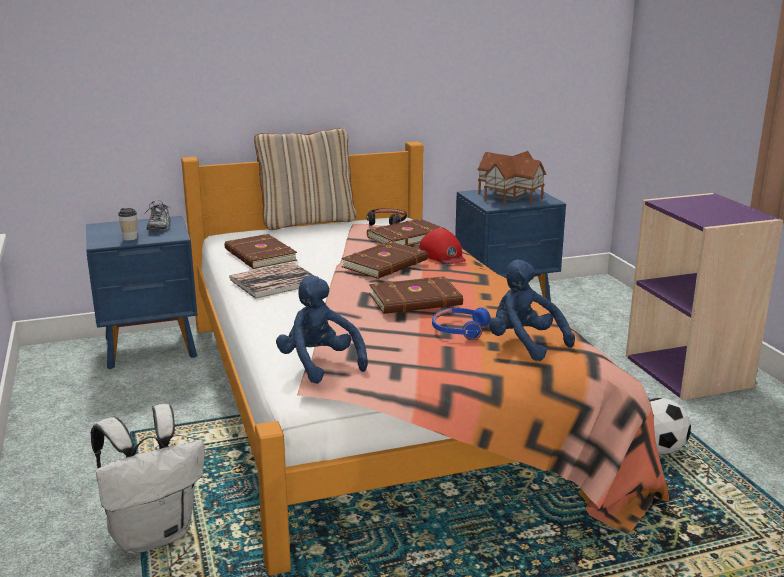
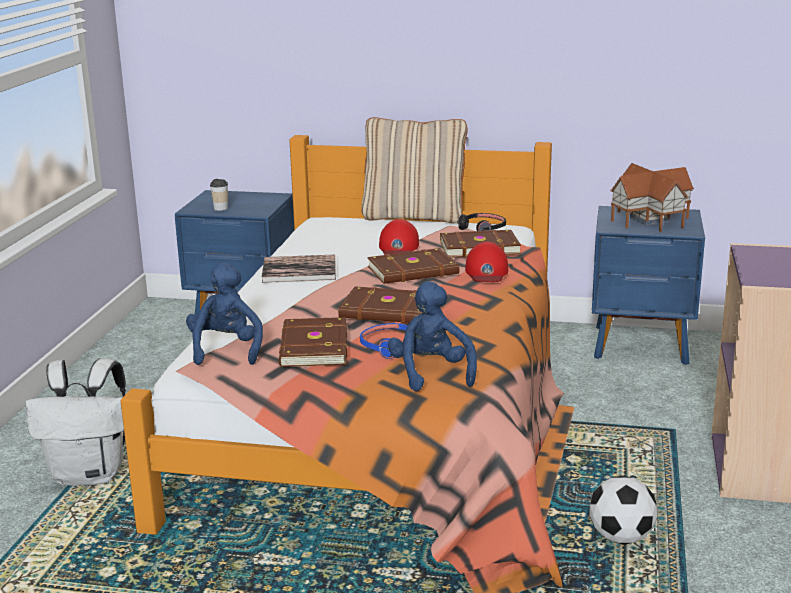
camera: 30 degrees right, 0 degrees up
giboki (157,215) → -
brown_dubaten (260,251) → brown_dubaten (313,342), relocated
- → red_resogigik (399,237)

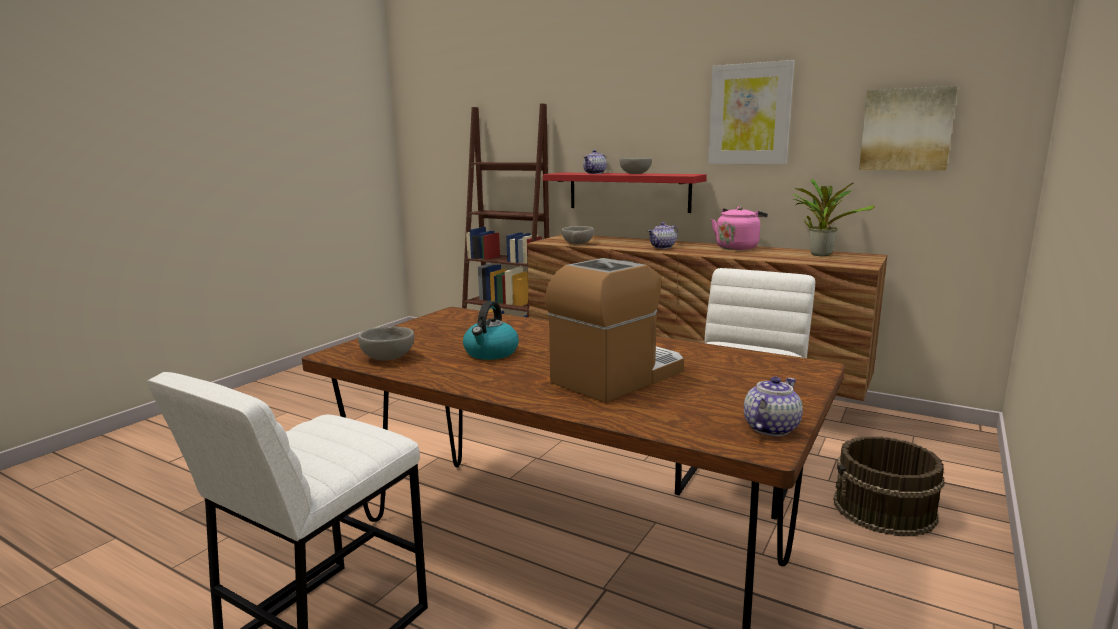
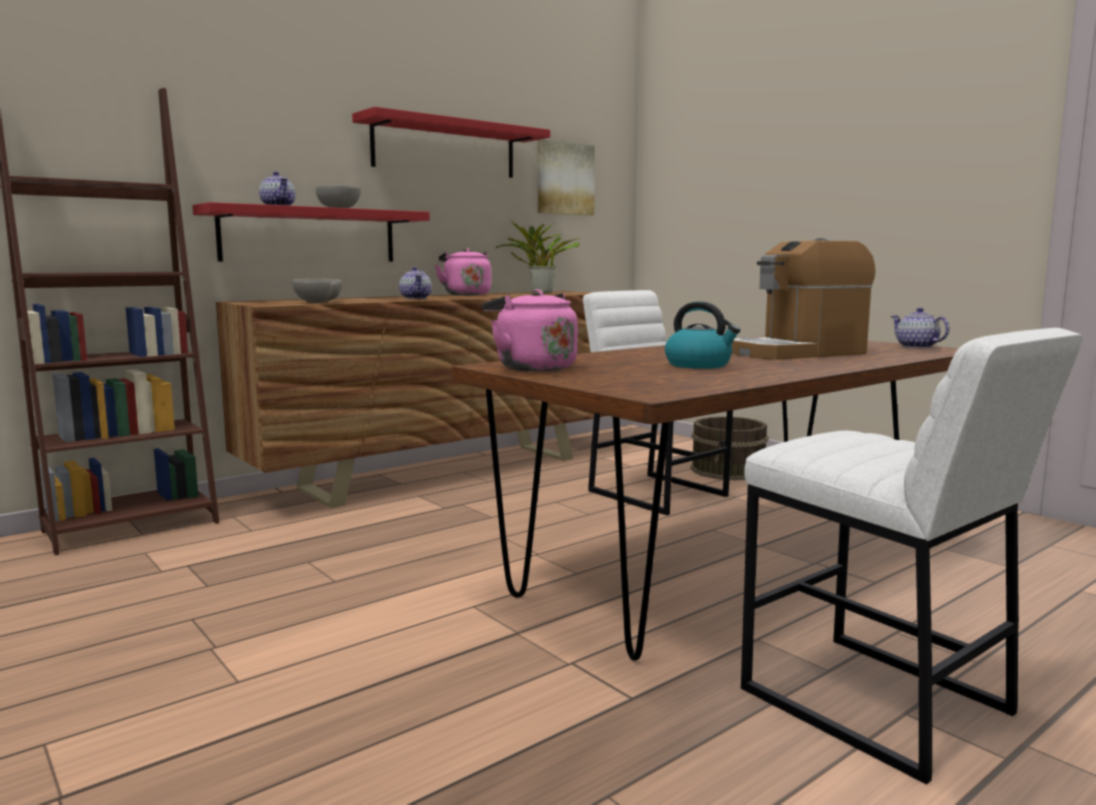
camera: 70 degrees left, 5 degrees down
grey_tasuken (386,343) → -
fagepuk (614,330) → fagepuk (804,299), 90 degrees counterclockwise
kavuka (751,112) → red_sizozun (451,142)
- → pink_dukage (530,330)

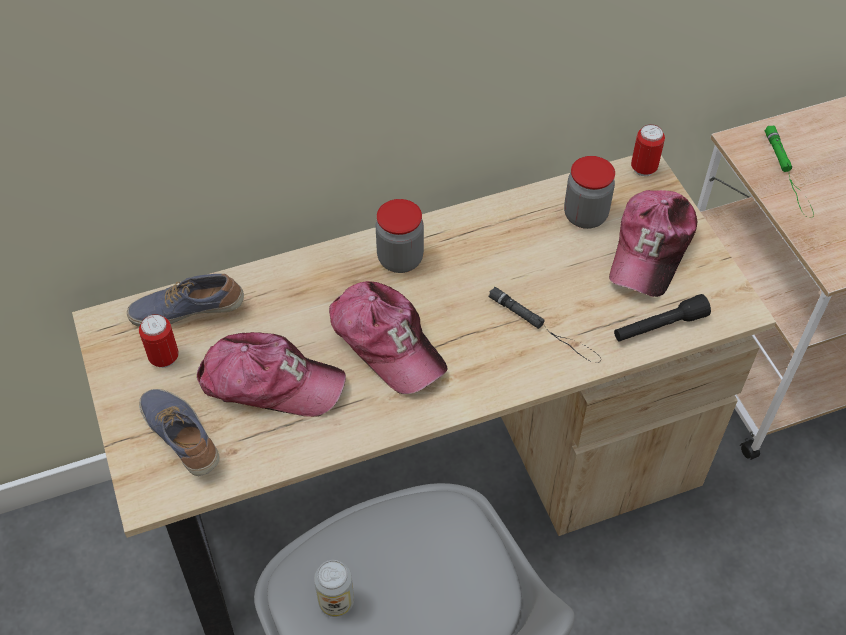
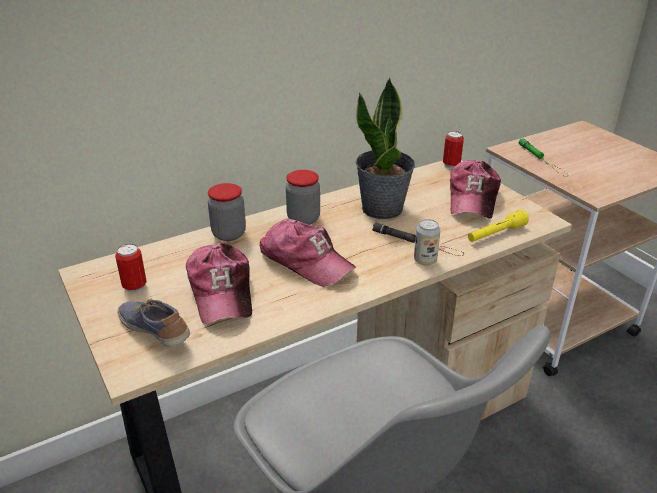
camera: 10 degrees left, 20 degrees down
giboki (185,300) → -
resogigik (271,374) → resogigik (219,283), 75 degrees clockwise
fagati (334,588) → fagati (427,242), relocated
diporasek (589,192) → diporasek (227,212), relocated
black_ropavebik (662,318) → yellow_ropavebik (498,226)
- → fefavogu (385,148)

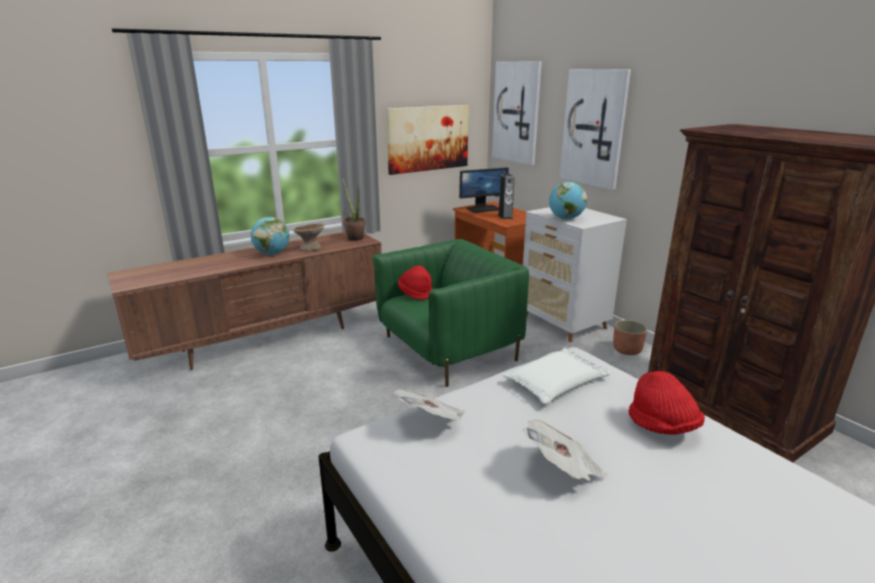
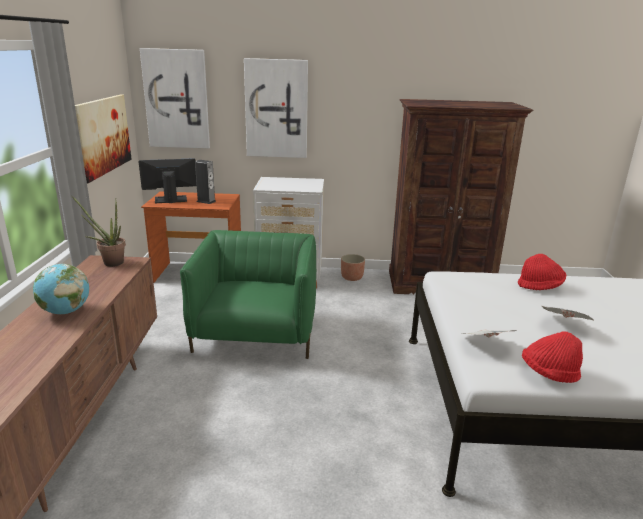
camera: 55 degrees left, 0 degrees up
beige_tasuken (308,237) → -
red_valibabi (415,283) → red_valibabi (552,357), relocated
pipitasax (484,190) → pipitasax (167,180), 120 degrees counterclockwise
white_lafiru (557,376) → -
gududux (568,201) → -

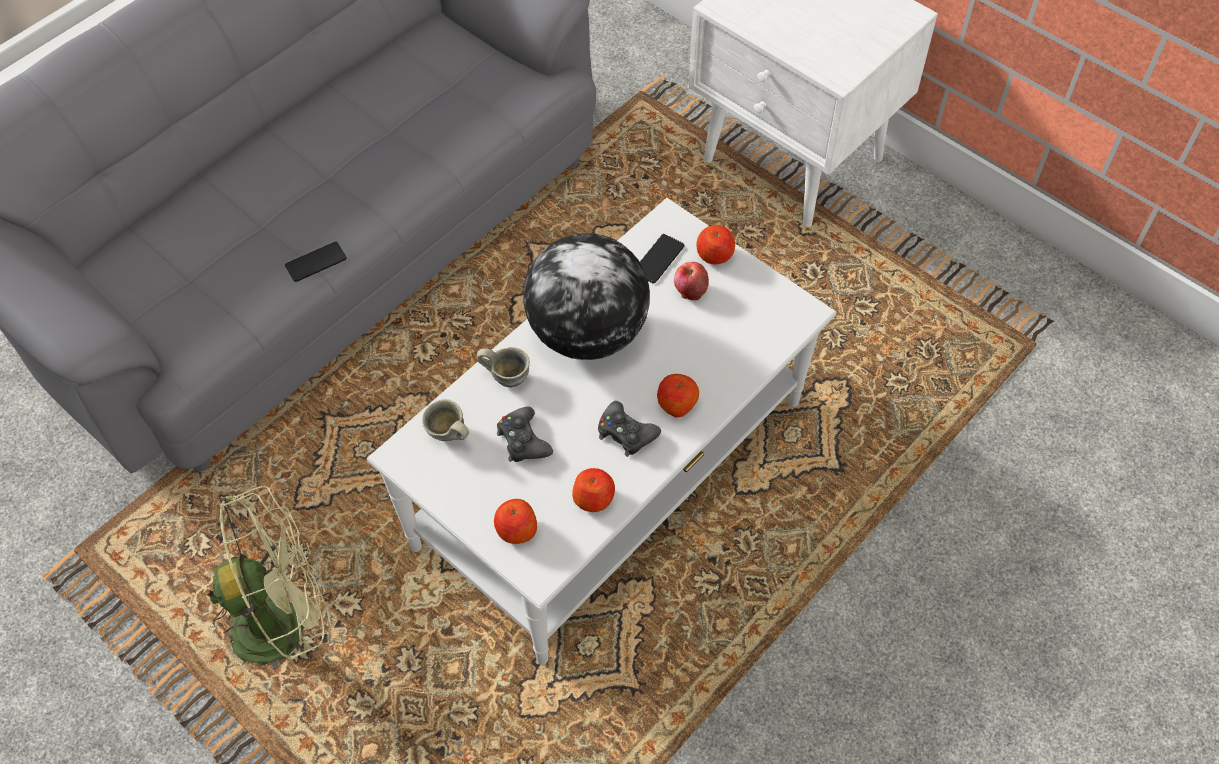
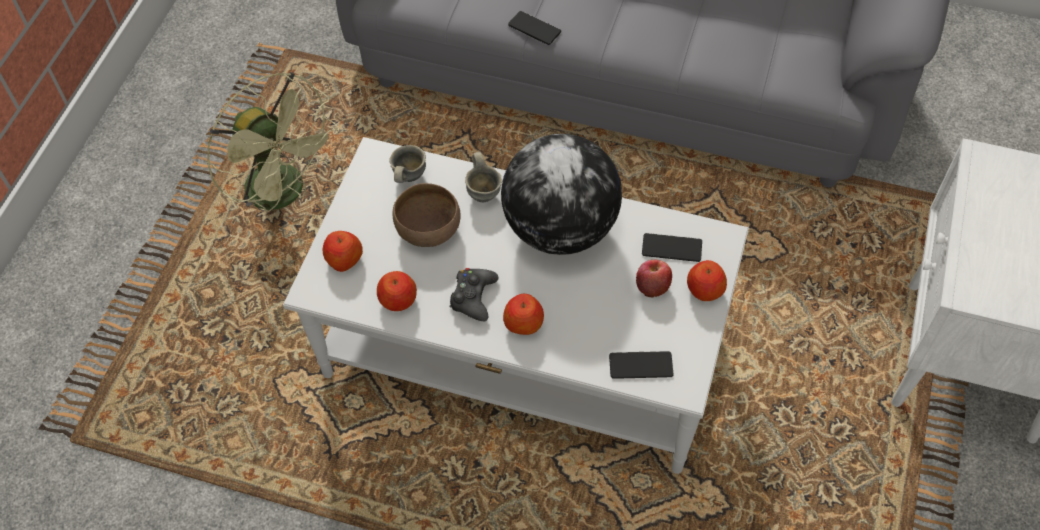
camera: 65 degrees right, 0 degrees up
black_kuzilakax (525,434) → brown_tasuken (426,215)
- → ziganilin (641,365)

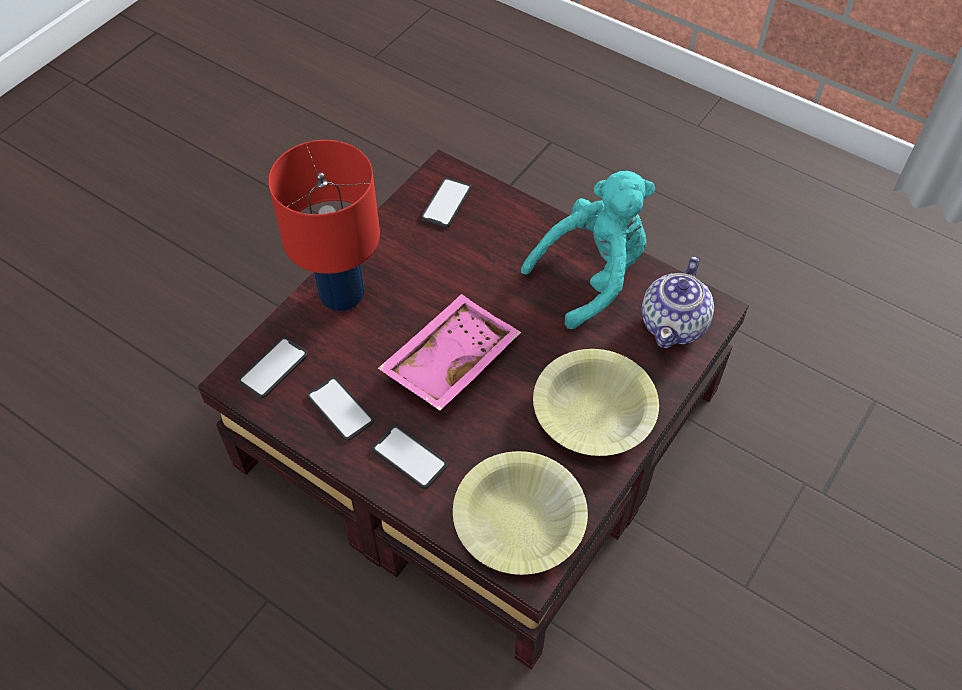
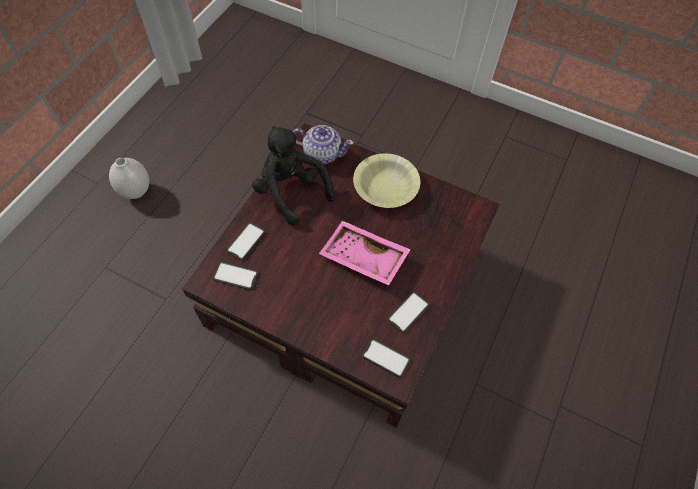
camera: 100 degrees left, 5 degrees up
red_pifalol (324,225) → -
ziganilin (410,457) → ziganilin (245,241), relocated
yellow_tasuken (520,513) → -
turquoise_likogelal (588,250) → black_likogelal (293,176)
- → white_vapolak (129,178)

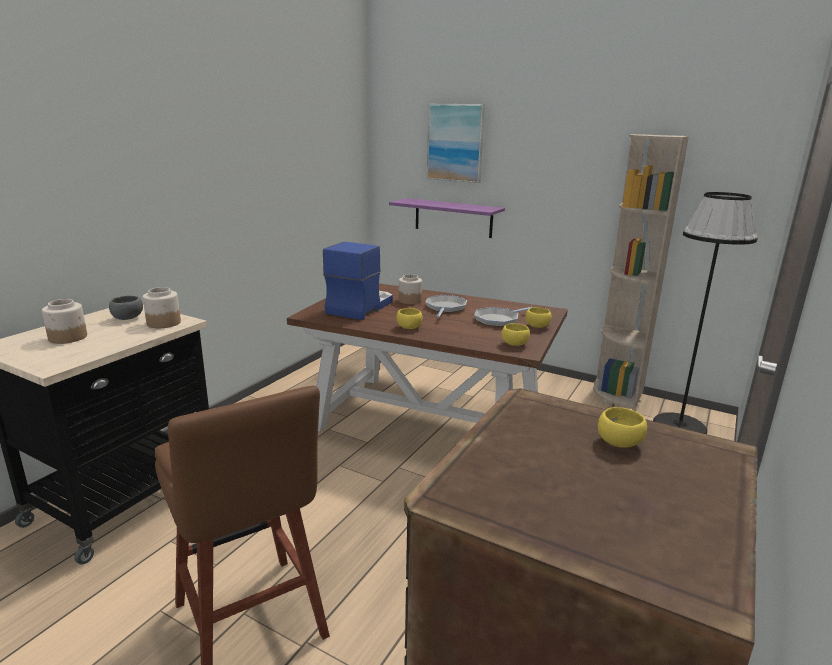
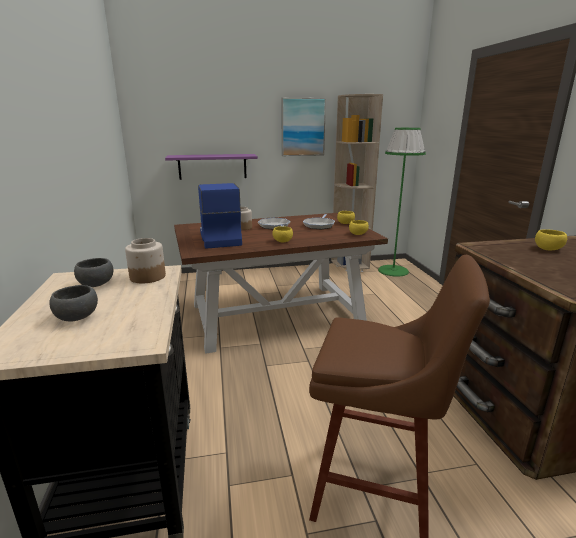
camera: 40 degrees left, 0 degrees up
diporasek (64,321) → grey_tasuken (73,303)
kavuka (456,143) → kavuka (303,127), relocated
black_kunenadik (705,313) → green_kunenadik (402,202)

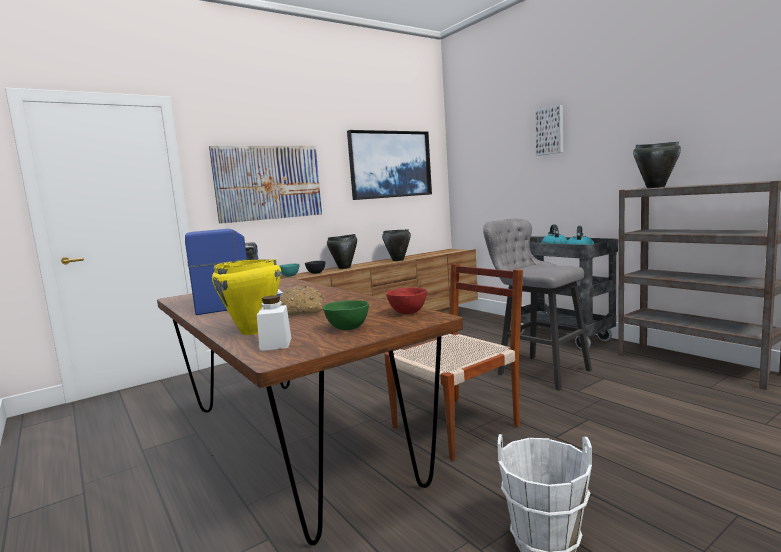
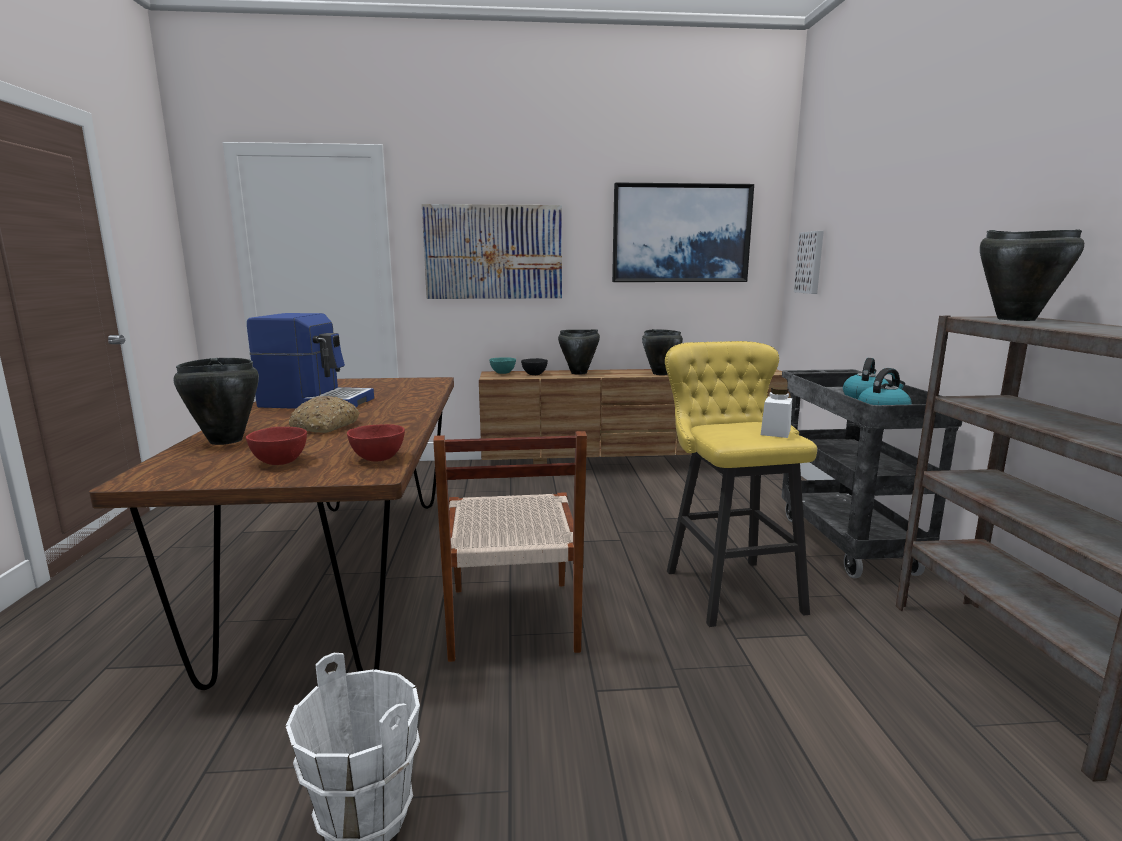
camera: 30 degrees right, 5 degrees up
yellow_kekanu (246,297) → black_kekanu (216,401)
white_diporasek (274,323) → white_diporasek (776,412), relocated
green_tasuken (346,315) → red_tasuken (276,446)
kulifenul (454,362) → kulifenul (510,546), 90 degrees clockwise
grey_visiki (537,305) → yellow_visiki (741,484)
kavuka (549,130) → kavuka (809,262), relocated

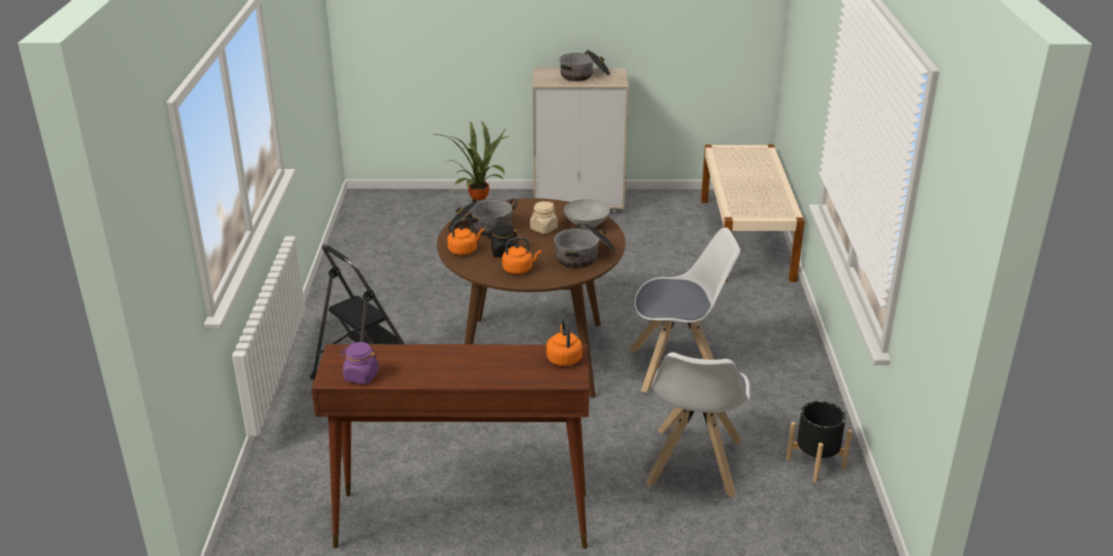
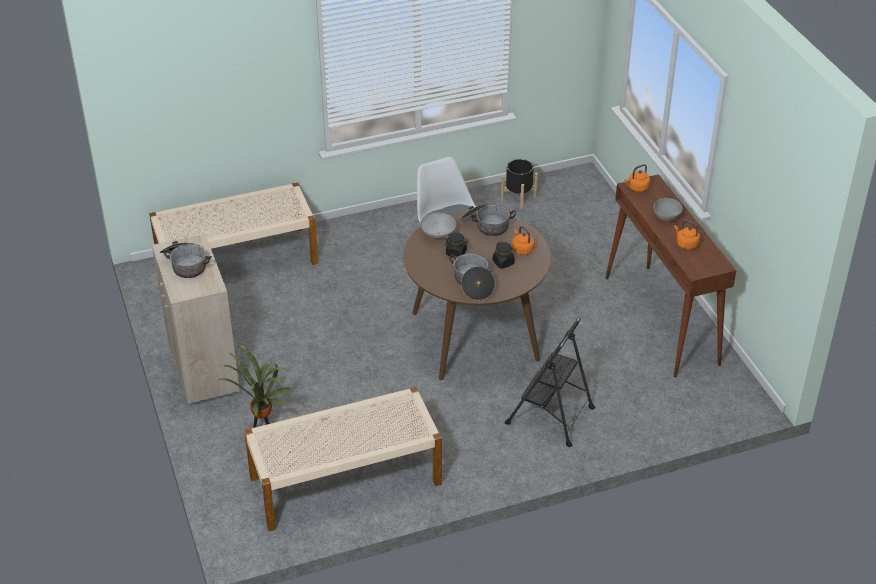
camera: 110 degrees left, 10 degrees up
purple_diporasek (359,363) → -
orange_dukage (465,236) → orange_dukage (687,235), relocated
beige_diporasek (544,217) → black_diporasek (456,245)
kulifenul (698,425) → -
- → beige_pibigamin (343,459)
- → grey_tasuken (668,209)

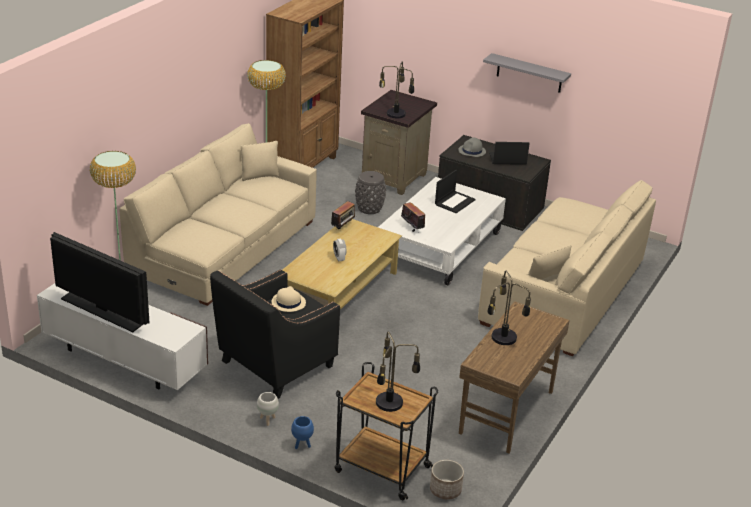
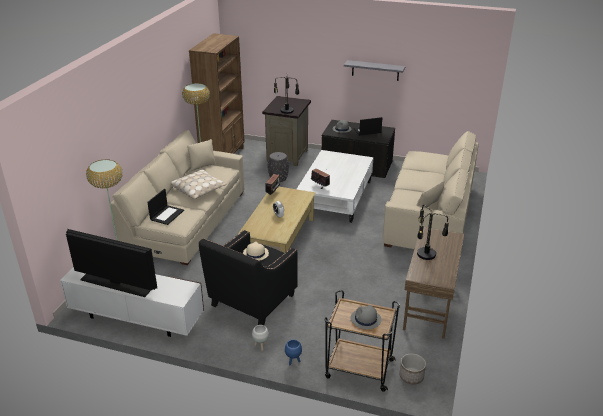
camera: 10 degrees left, 0 degrees up
pifalol (398,372) → grey_valibabi (365,317)
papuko (455,191) → papuko (166,207), relocated
- → beige_lafiru (199,184)

